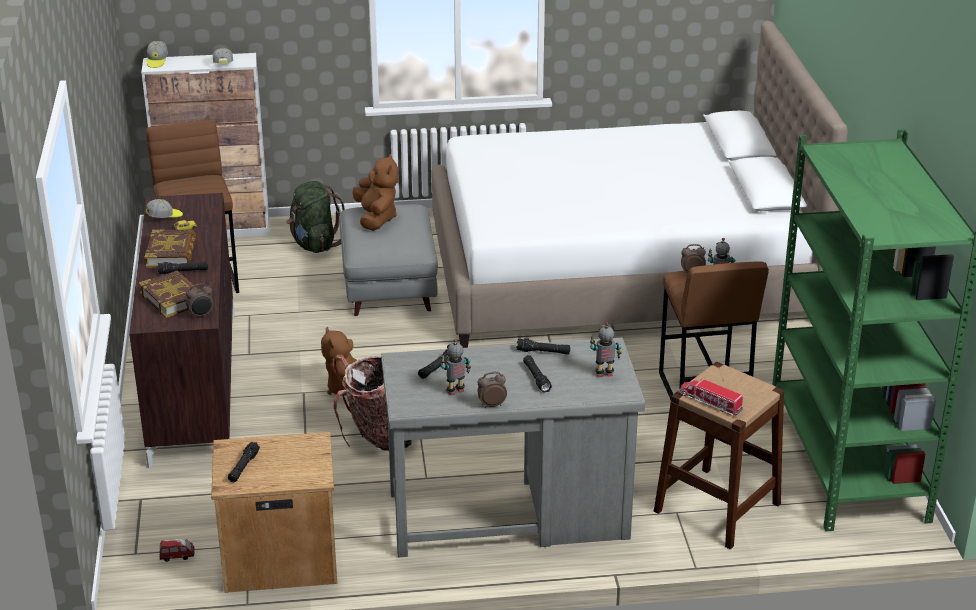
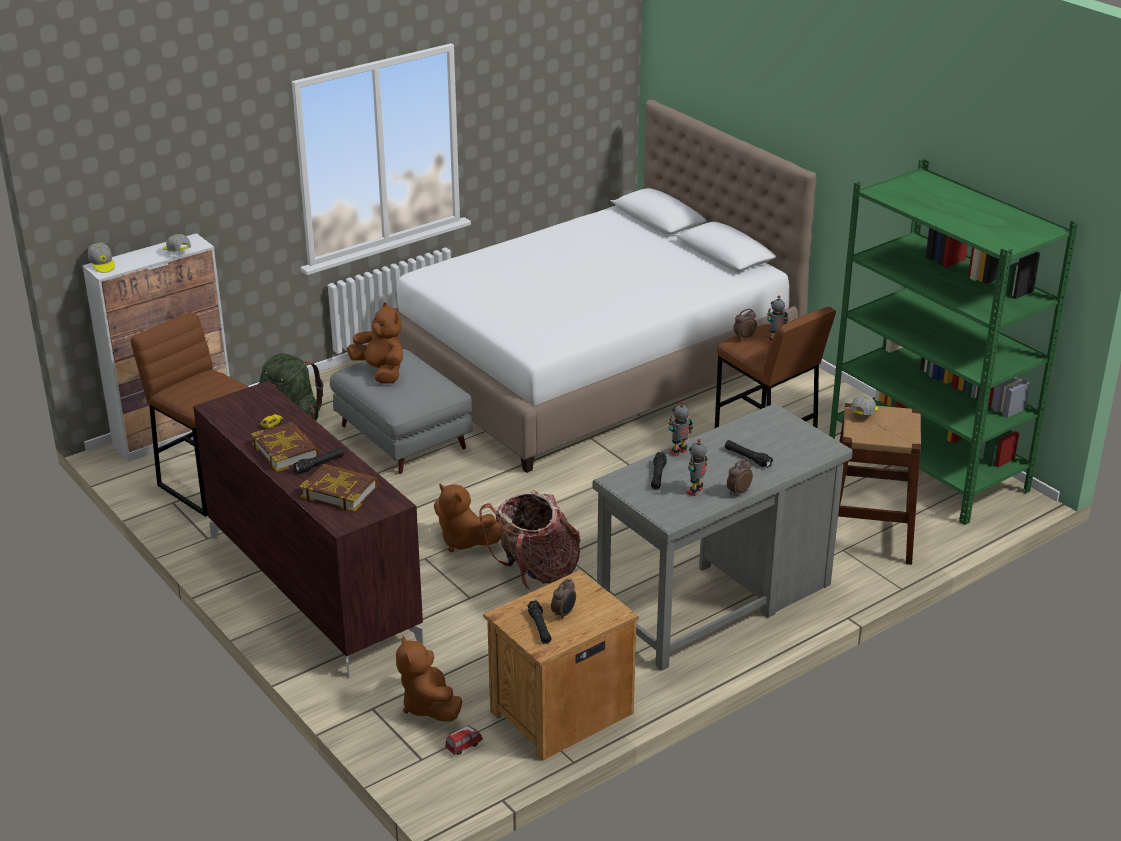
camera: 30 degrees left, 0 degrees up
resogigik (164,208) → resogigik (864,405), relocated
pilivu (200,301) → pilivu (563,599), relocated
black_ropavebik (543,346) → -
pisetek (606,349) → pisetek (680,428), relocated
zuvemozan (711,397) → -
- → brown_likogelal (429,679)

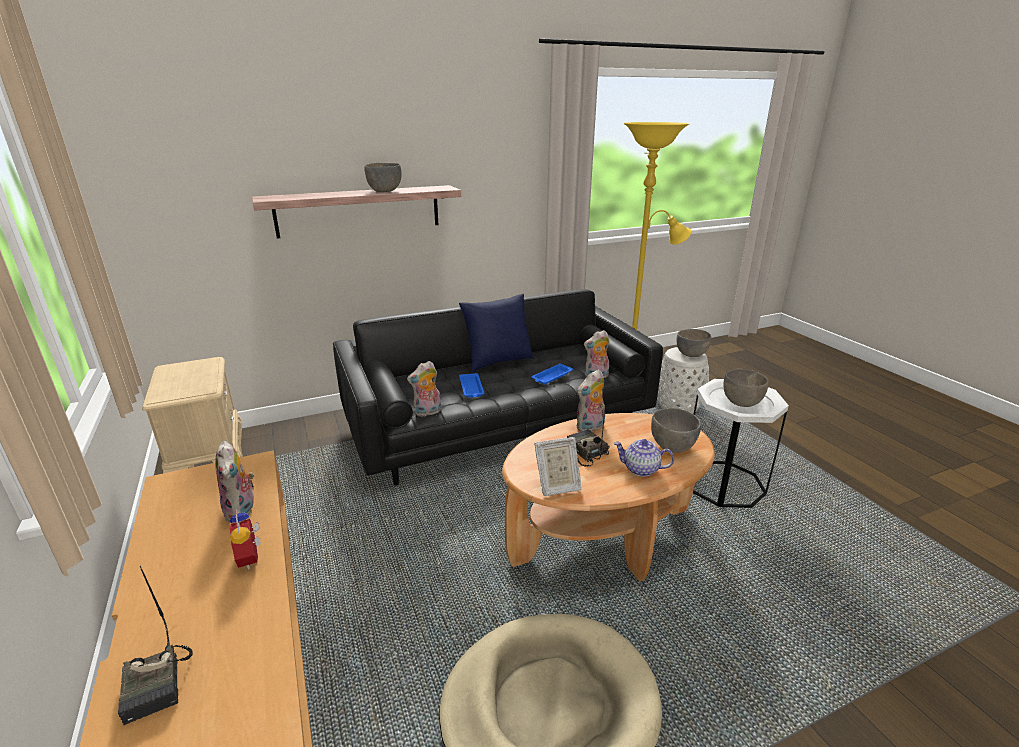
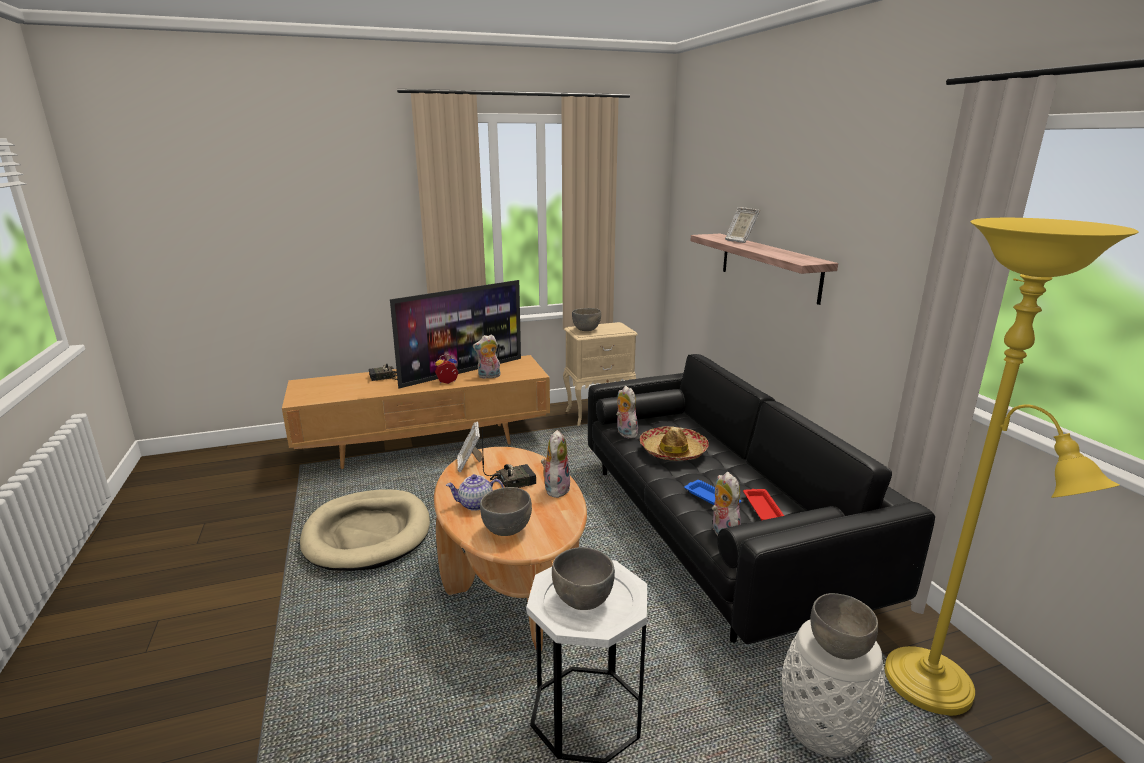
camera: 95 degrees right, 5 degrees down
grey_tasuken (383,177) → grey_tasuken (586,319), relocated
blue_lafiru (496,333) → -
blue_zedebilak (472,385) → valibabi (674,443)
likogelal (590,400) → likogelal (555,464), 45 degrees clockwise
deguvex (644,458) → deguvex (475,492), 120 degrees counterclockwise
- → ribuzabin (455,334)
- → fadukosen (742,225)
- → red_zedebilak (763,504)

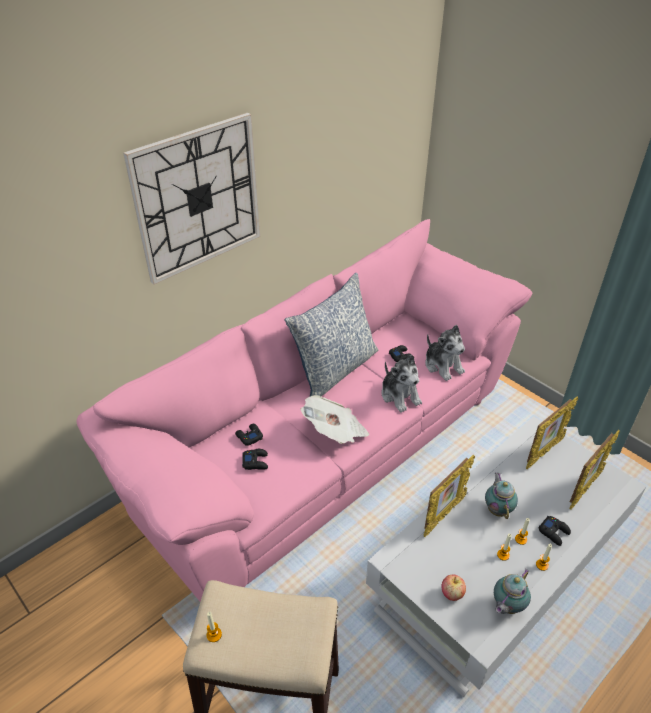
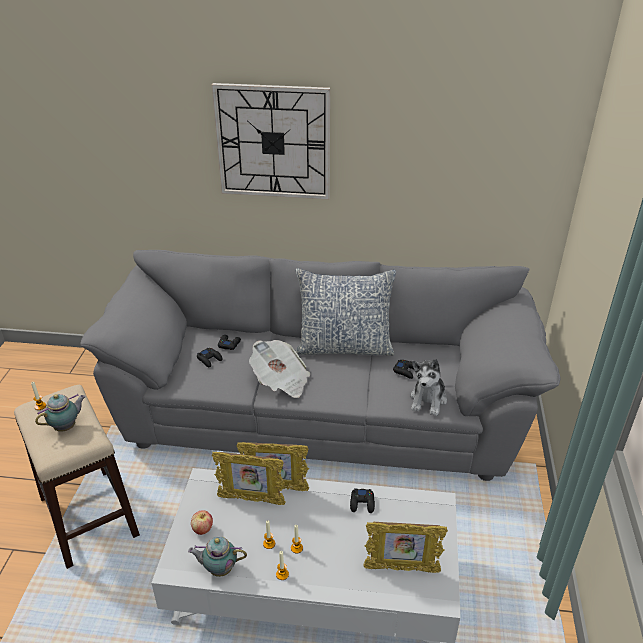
camera: 50 degrees right, 5 degrees down
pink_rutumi (304,410) → grey_rutumi (320,365)
likogelal (401,383) → -
deguvex (501,495) → deguvex (60,413), relocated
fadukosen (552,433) → fadukosen (249,478), relocated
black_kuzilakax (554,531) → black_kuzilakax (362,500), relocated

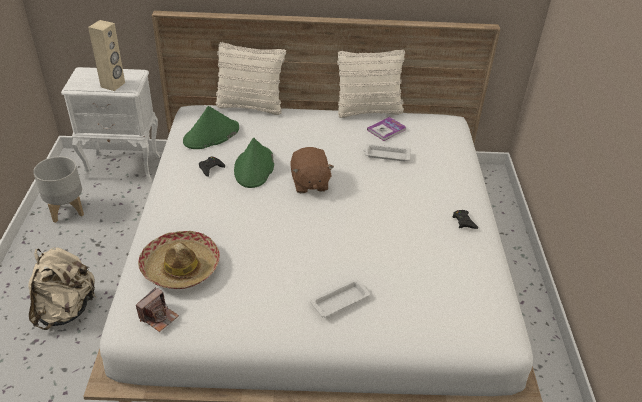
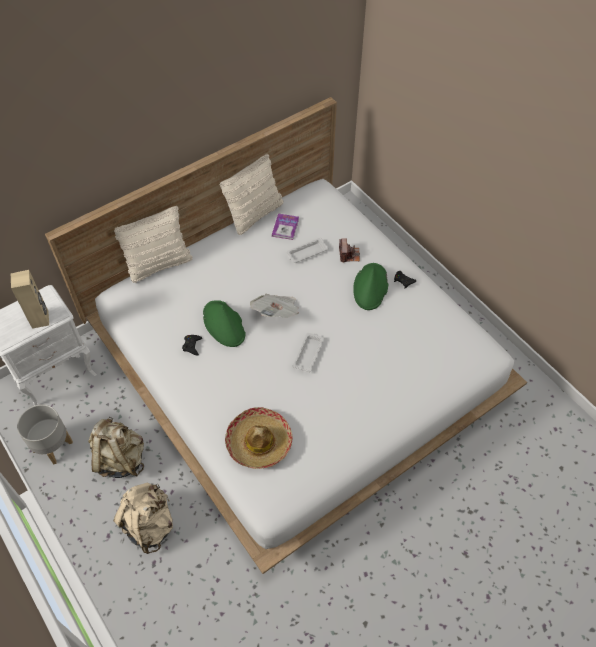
camera: 35 degrees left, 15 degrees up
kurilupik (157,309) → kurilupik (349,250), relocated
green_valibabi (211,127) → green_valibabi (370,286), relocated
brown_likogelal (312,170) → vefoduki (274,306)
white_zedebilak (340,298) → white_zedebilak (308,352), relocated
- → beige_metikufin (116,447)

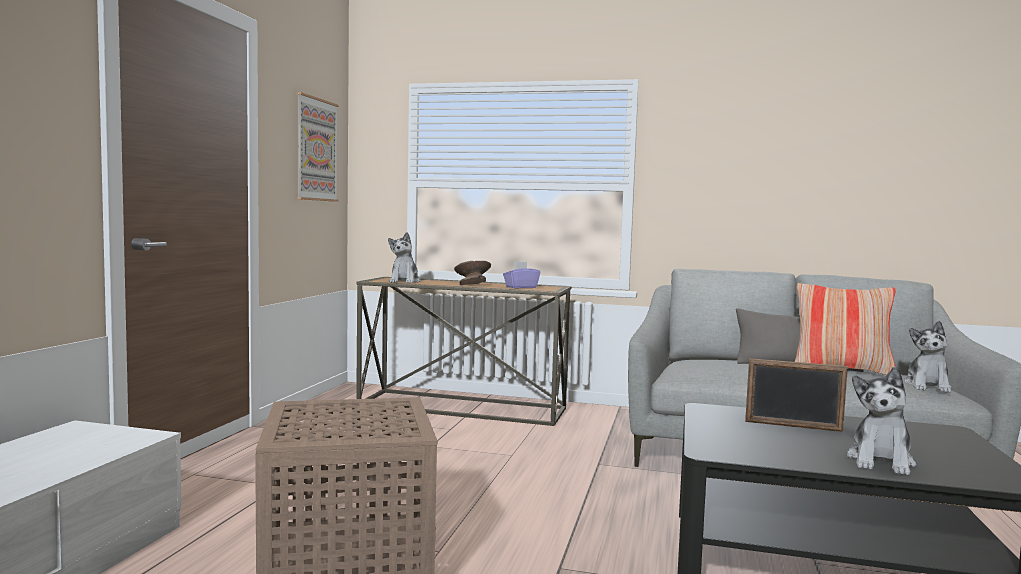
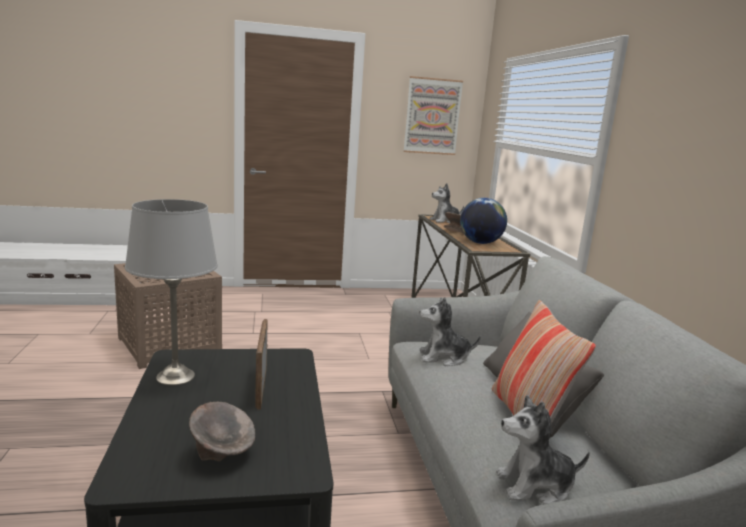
camera: 65 degrees right, 10 degrees up
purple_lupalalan (521,275) → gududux (483,221)
likogelal (881,421) → likogelal (450,331), relocated
- → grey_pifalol (171,292)
- → grey_tasuken (222,431)

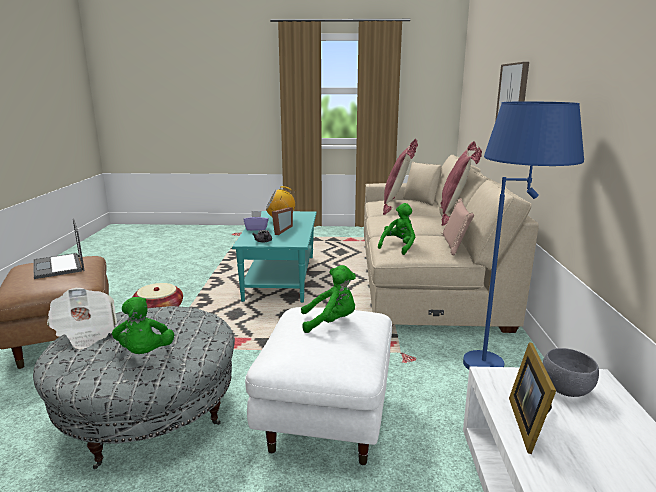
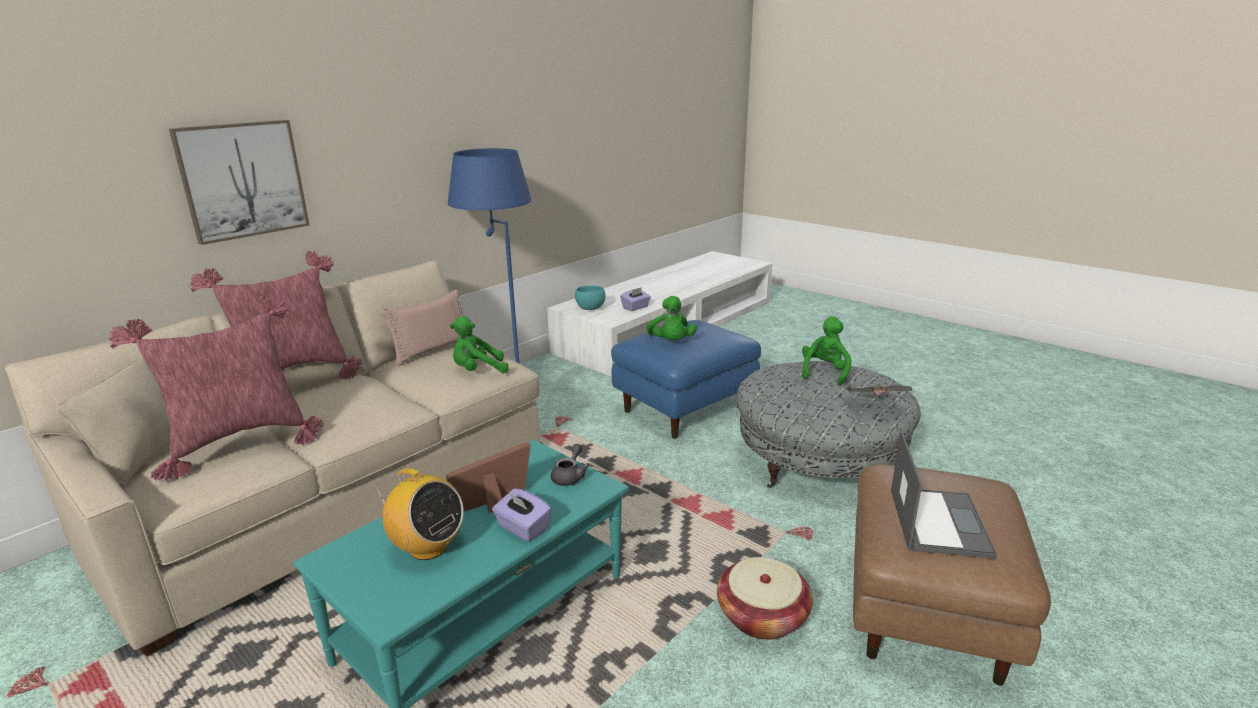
camera: 140 degrees left, 5 degrees up
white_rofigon (318,386) → blue_rofigon (686,379)
green_likogelal (328,299) → green_likogelal (672,318), 135 degrees counterclockwise
fadukosen (532,398) → purple_lupalalan (635,299)
grey_tasuken (570,372) → turquoise_tasuken (590,297)

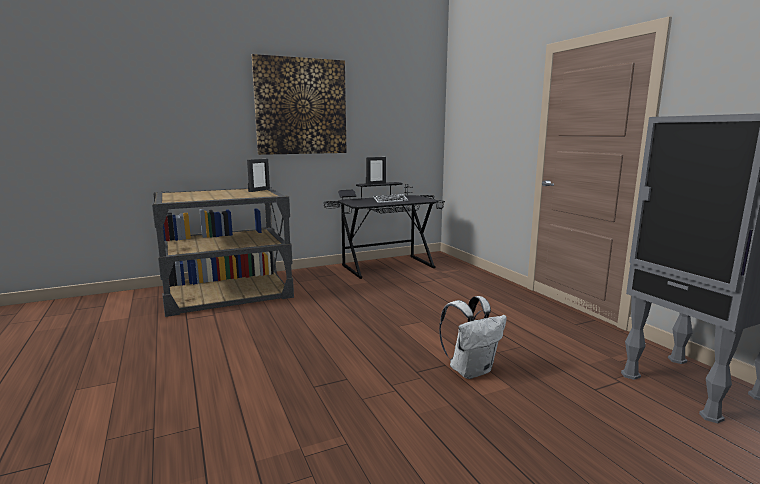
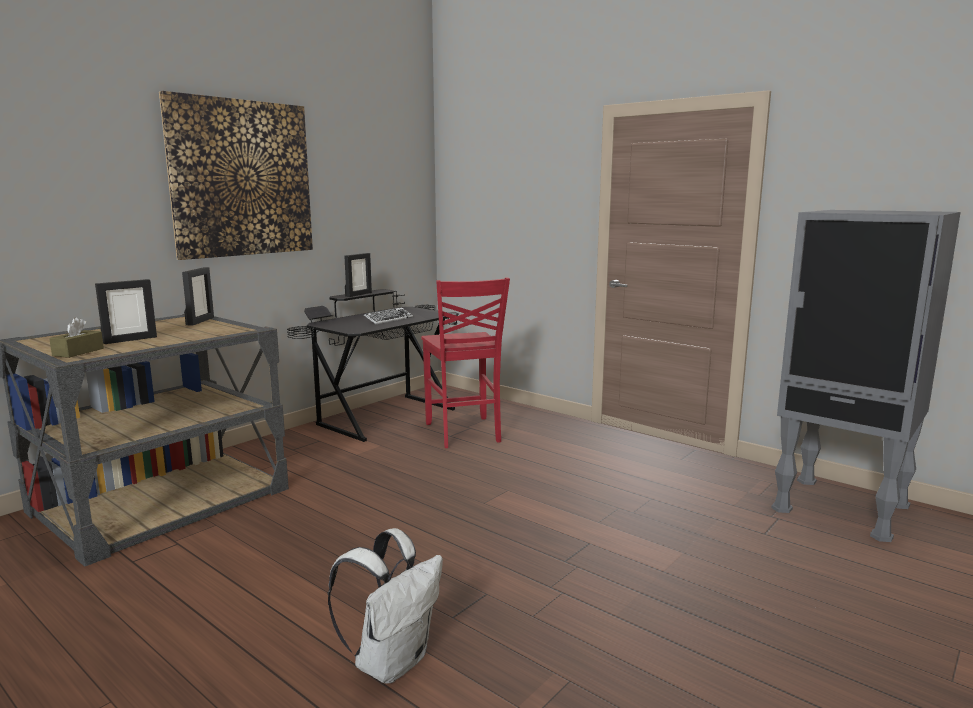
camera: 25 degrees left, 0 degrees up
white_metikufin (473,337) → white_metikufin (385,606), relocated
- → brown_lupalalan (76,337)
- → fadukosen (126,311)
- → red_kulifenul (465,362)

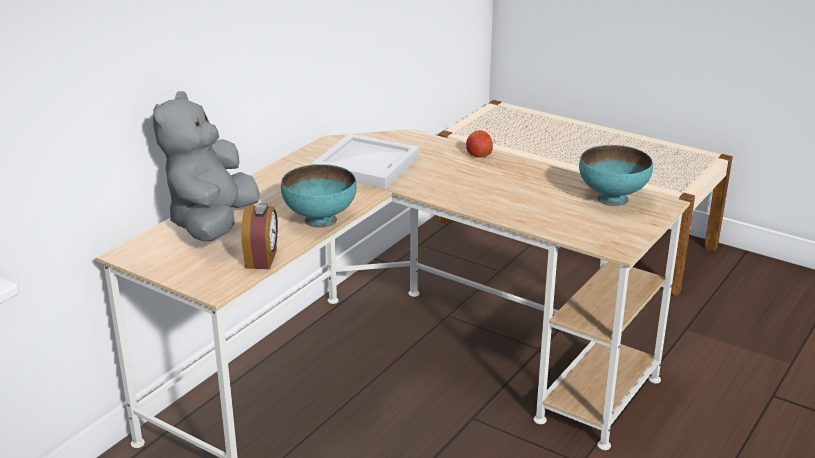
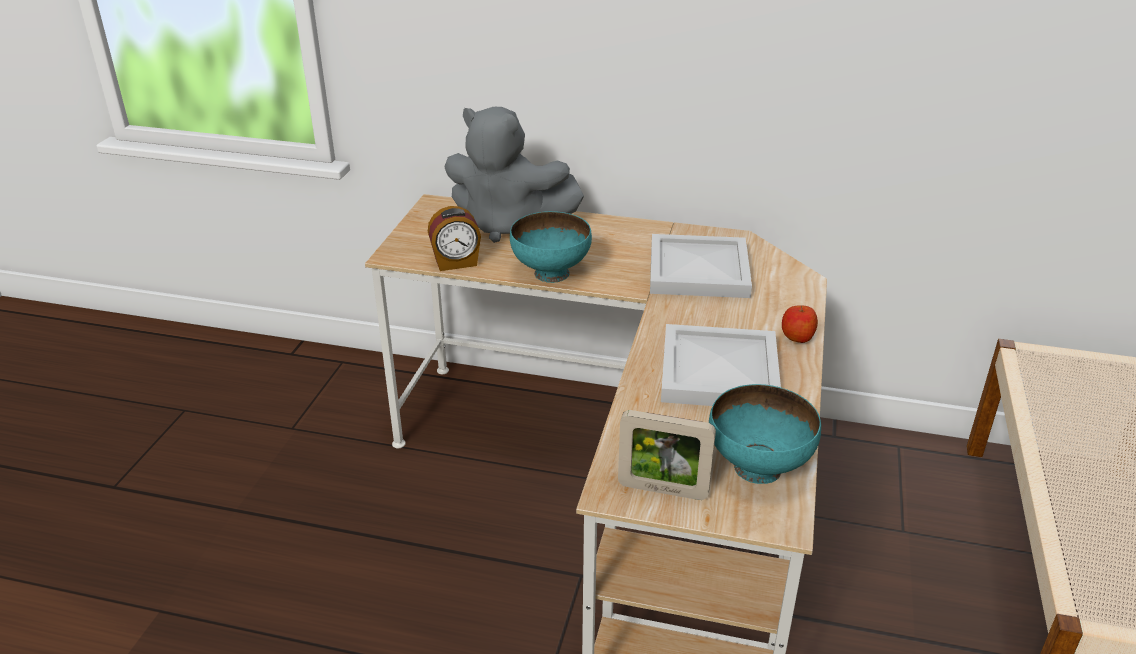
camera: 70 degrees right, 5 degrees up
grey_likogelal (206,166) → grey_likogelal (514,175), 150 degrees counterclockwise
- → fadukosen (667,455)
- → white_zedebilak (721,365)

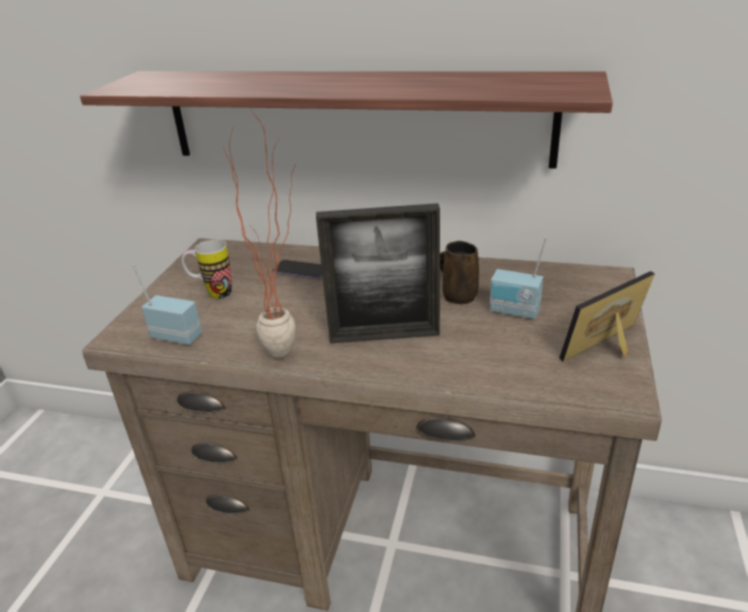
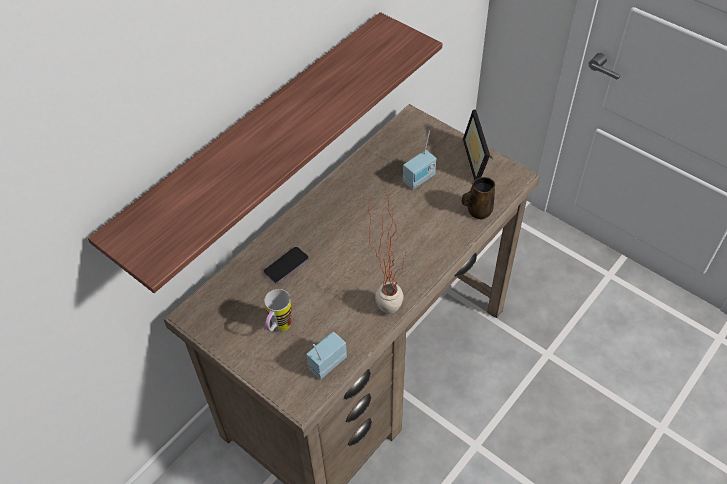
camera: 65 degrees left, 20 degrees up
fadukosen (378,273) → -
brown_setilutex (459,272) → brown_setilutex (478,198), relocated

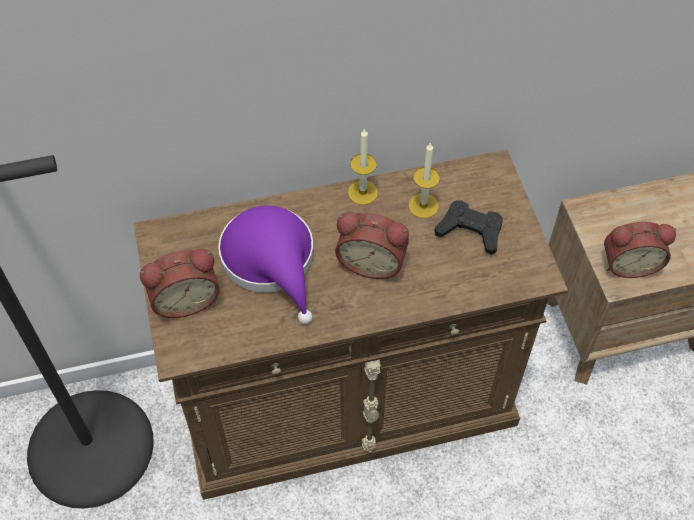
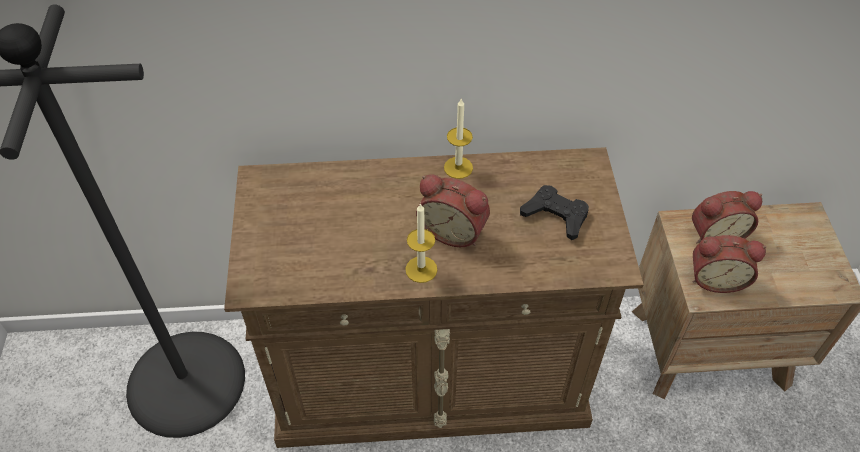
camera: 10 degrees right, 5 degrees down
pilivu (180,283) → pilivu (727,217), relocated
purple_valibabi (266,264) → -
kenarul (424,180) → kenarul (421,243), relocated

